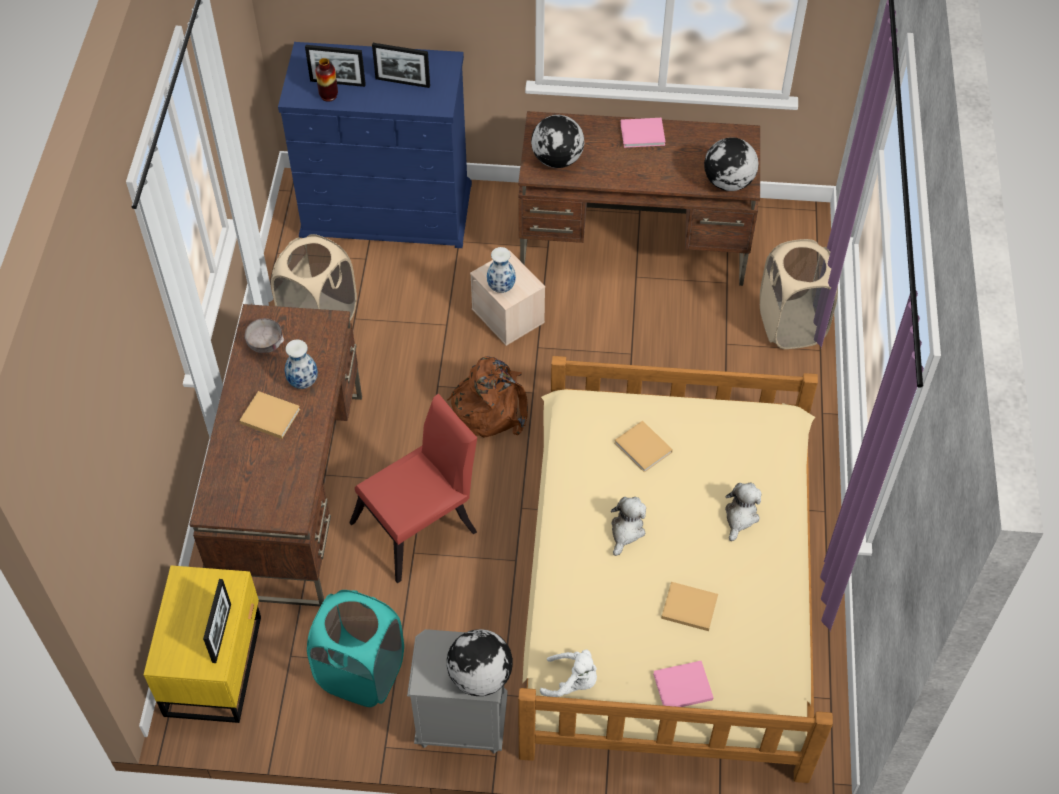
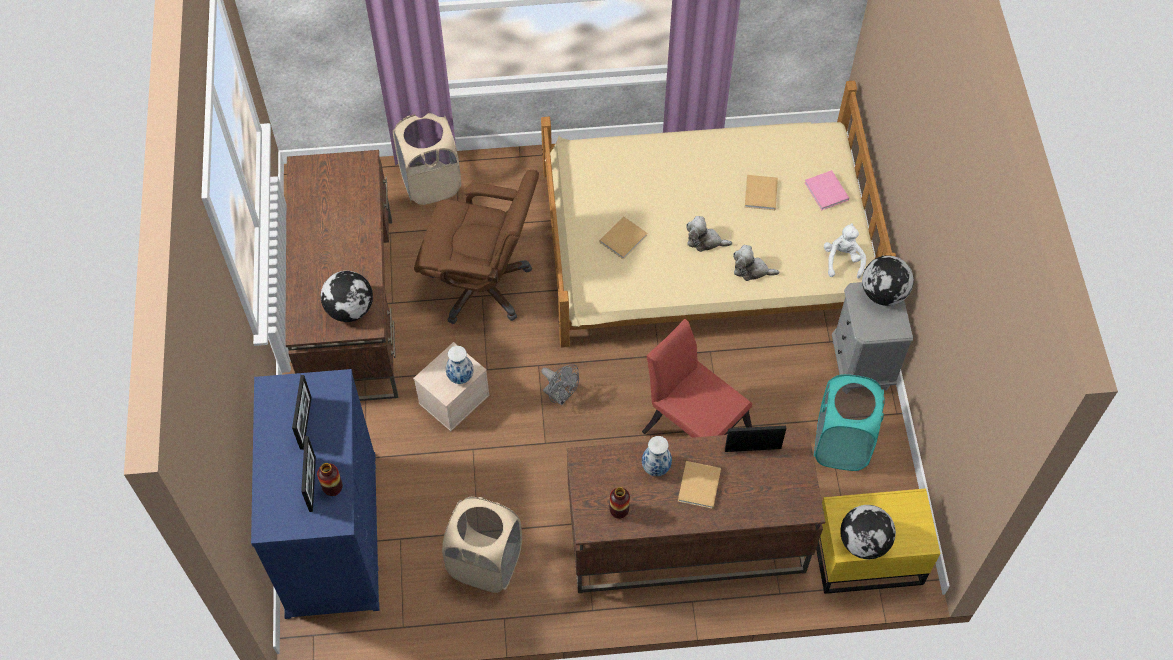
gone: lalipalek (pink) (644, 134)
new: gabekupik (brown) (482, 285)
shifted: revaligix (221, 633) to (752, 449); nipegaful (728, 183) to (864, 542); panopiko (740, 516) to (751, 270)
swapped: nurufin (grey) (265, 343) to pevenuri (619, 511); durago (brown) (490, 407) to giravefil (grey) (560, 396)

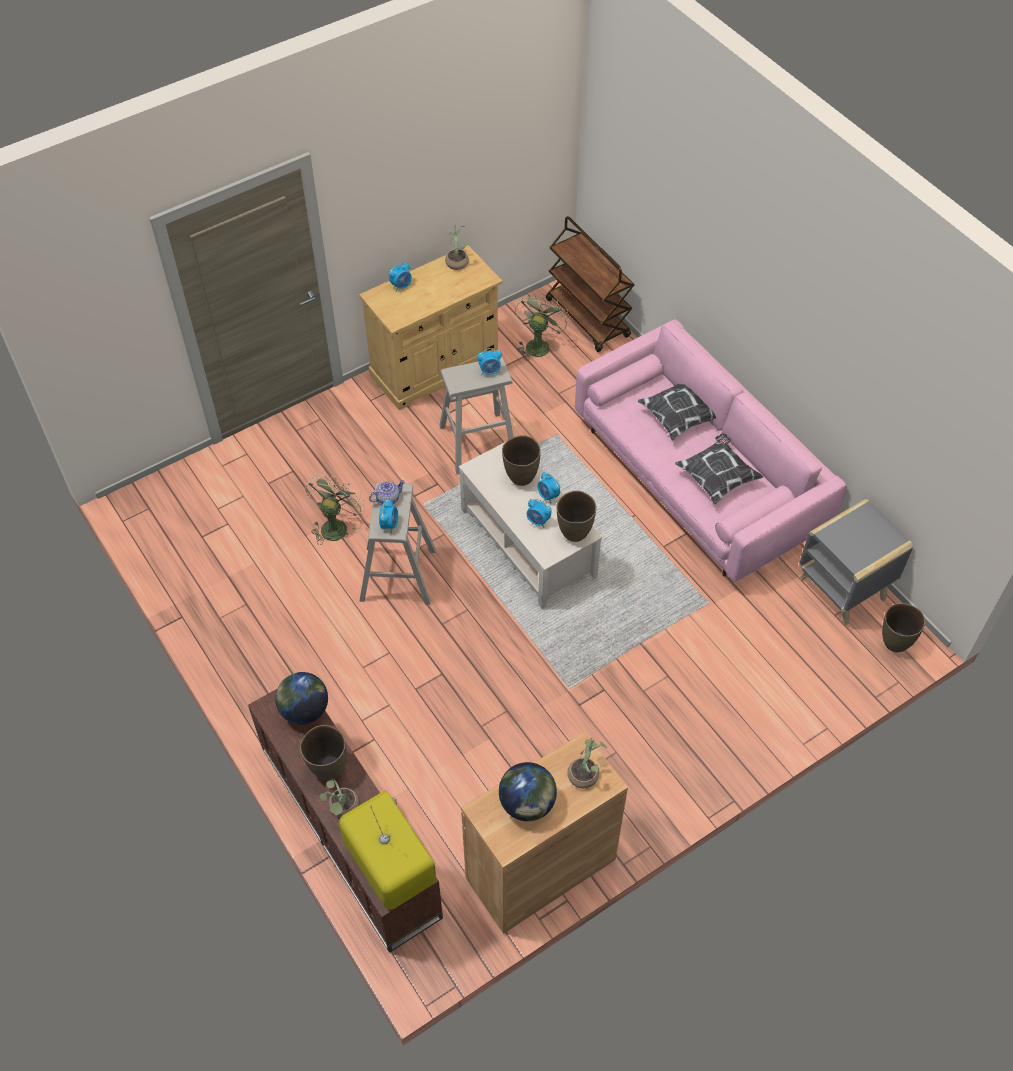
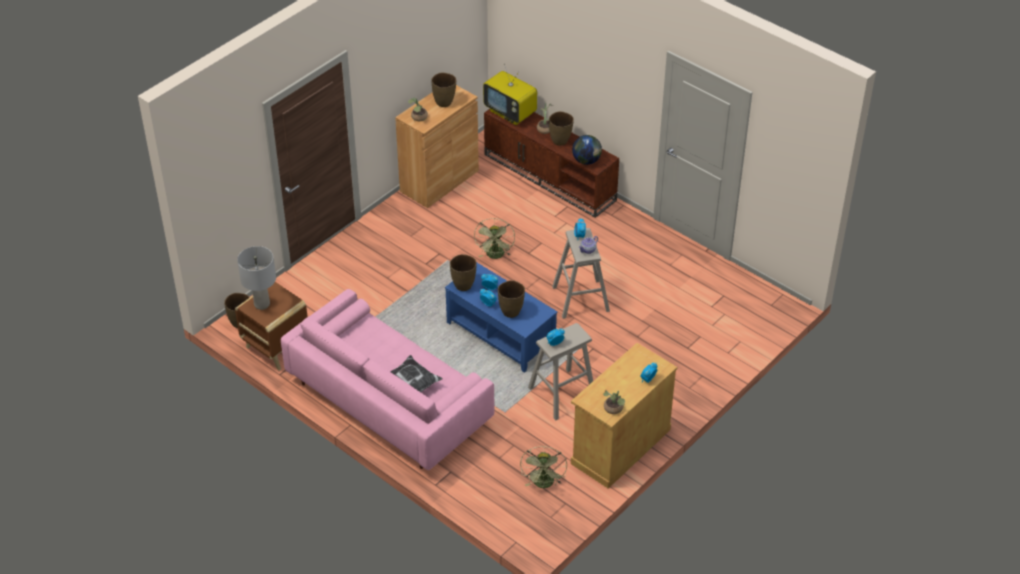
gone: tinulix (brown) (588, 318); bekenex (717, 477)
new: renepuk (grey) (261, 304)
shifted: giravefil (green) (335, 525) to (495, 256)
swapped: nipegaful (527, 804) to pevenuri (brown) (444, 102)
repainted: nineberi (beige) (528, 543) to nineberi (blue) (500, 334); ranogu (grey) (844, 589) to ranogu (brown) (275, 348)

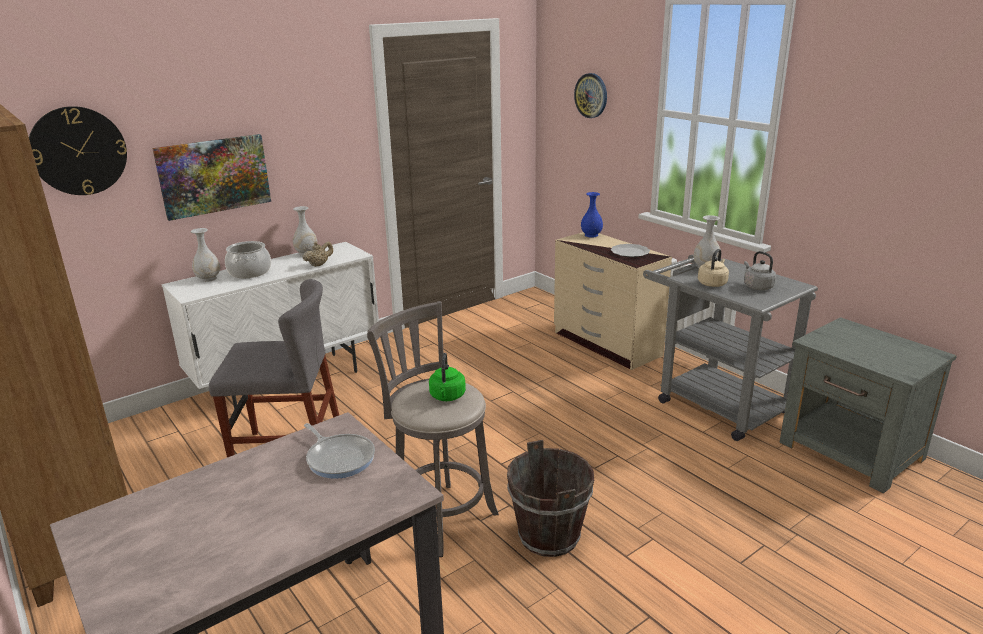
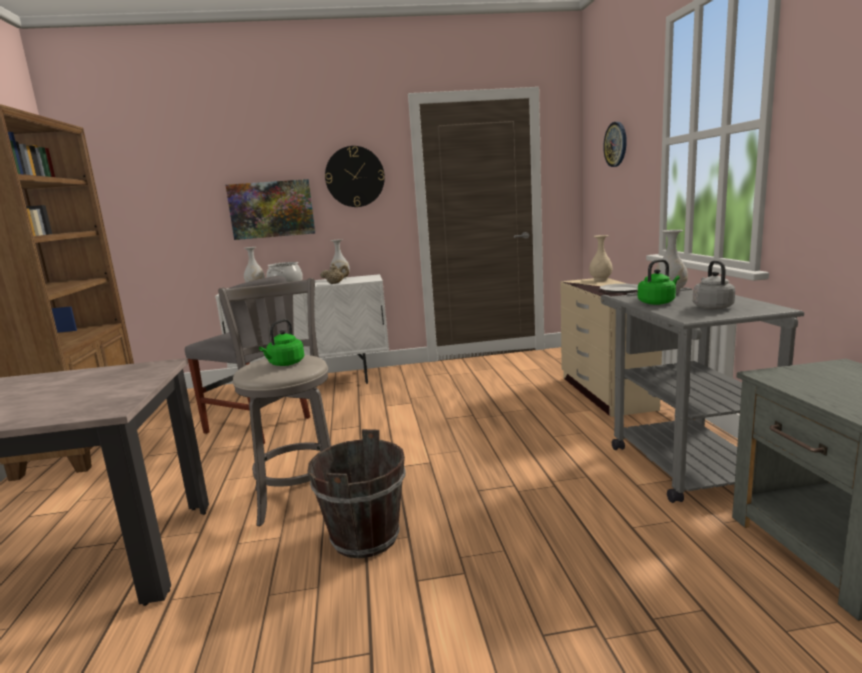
gone: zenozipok (339, 458)
shifted: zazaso (78, 151) to (355, 176)
repainted: pevenuri (blue) (591, 235) to pevenuri (beige) (601, 279); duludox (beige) (712, 283) to duludox (green) (657, 302)

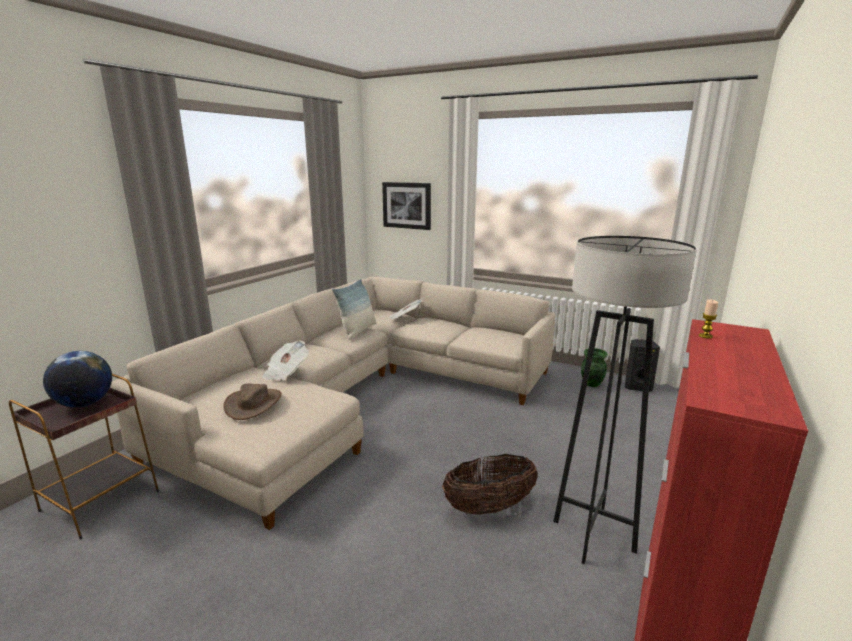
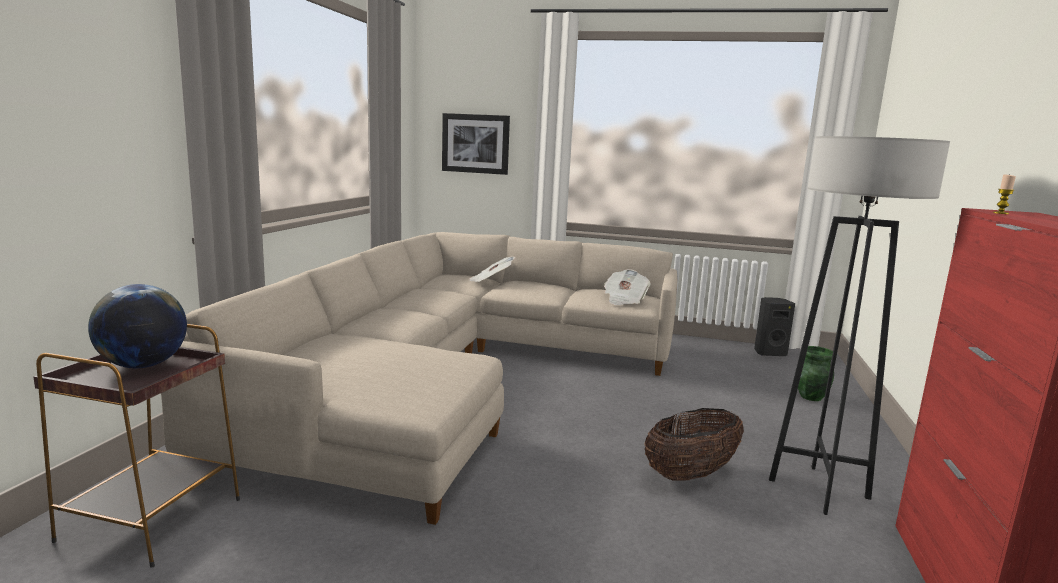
gone: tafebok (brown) (253, 404); bekenex (357, 331)
shifted: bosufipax (285, 372) to (624, 300); pevenuri (green) (592, 384) to (811, 397)

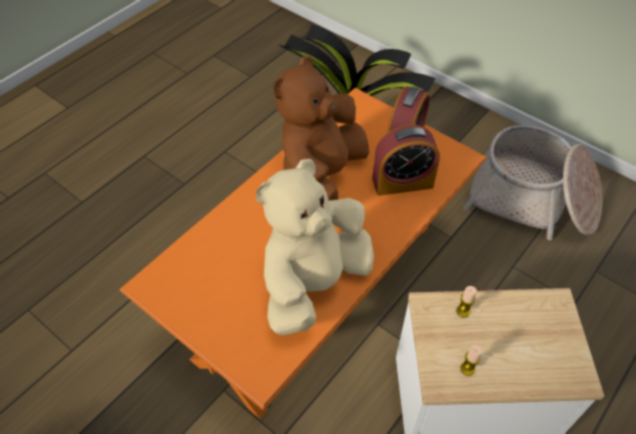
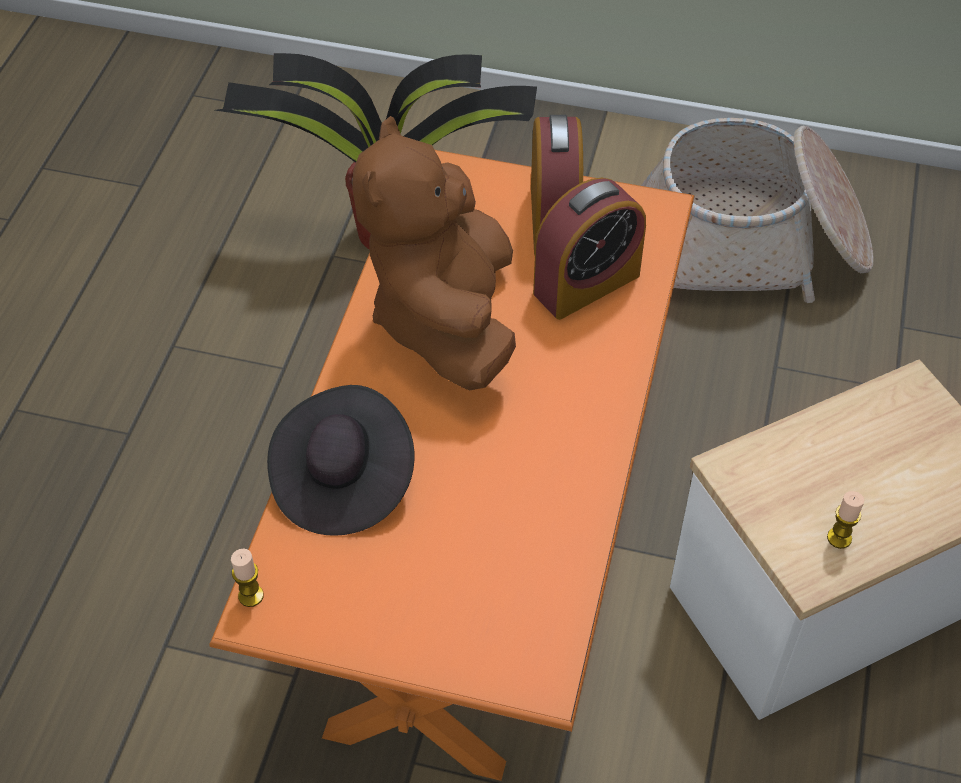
gone: panopiko (beige) (313, 282)
new: tafebok (black) (342, 481)
shifted: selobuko (463, 311) to (251, 595)

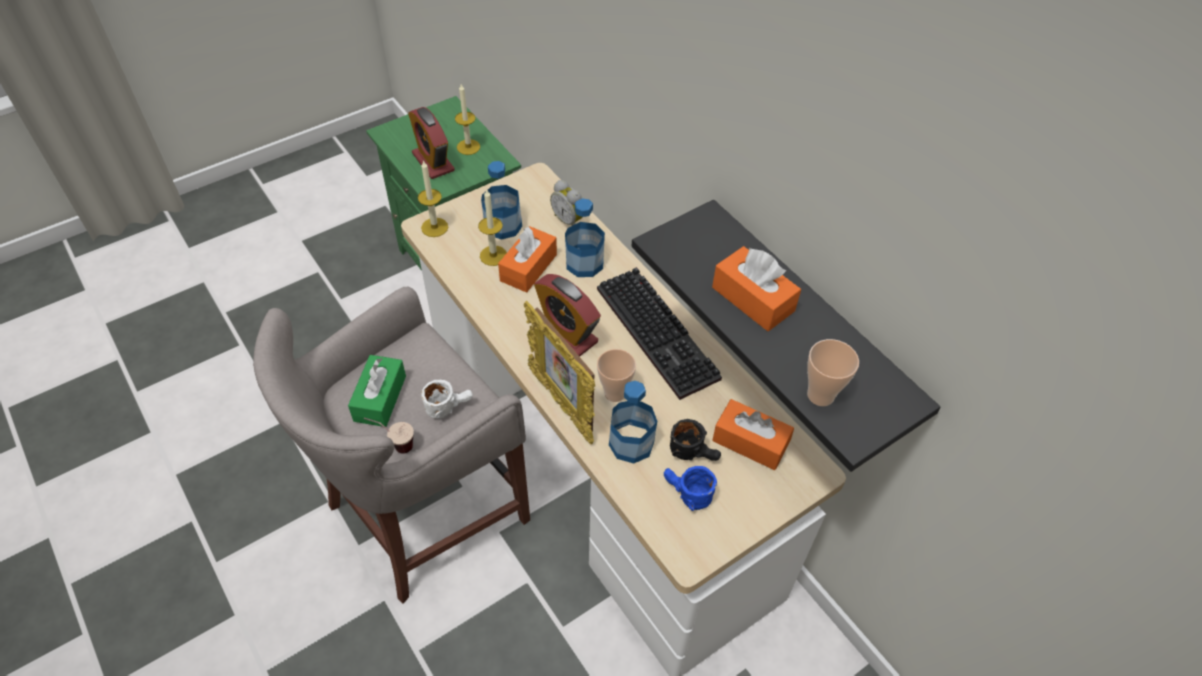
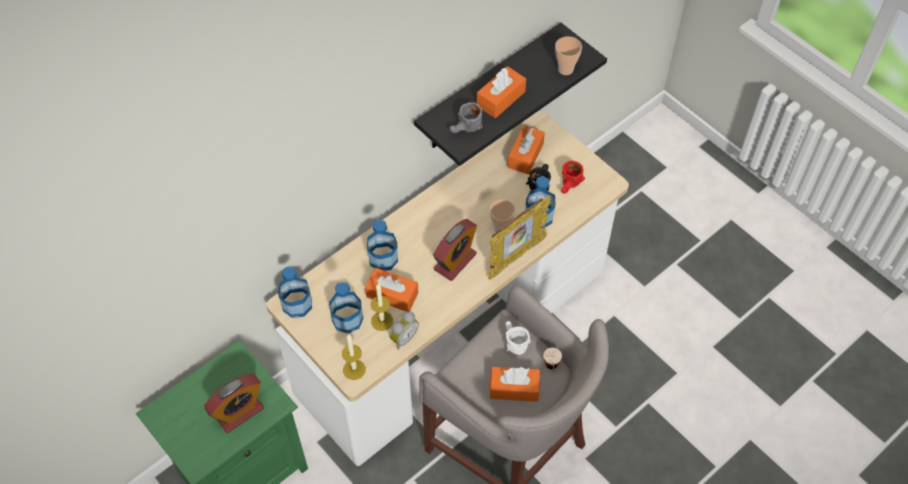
gone: selobuko (468, 147); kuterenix (661, 334)
new: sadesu (297, 304); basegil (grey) (466, 130)
shifted: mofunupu (569, 220) to (403, 338)
repainted: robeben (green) (380, 398) to robeben (orange) (514, 388); basegil (blue) (685, 495) to basegil (red) (570, 186)

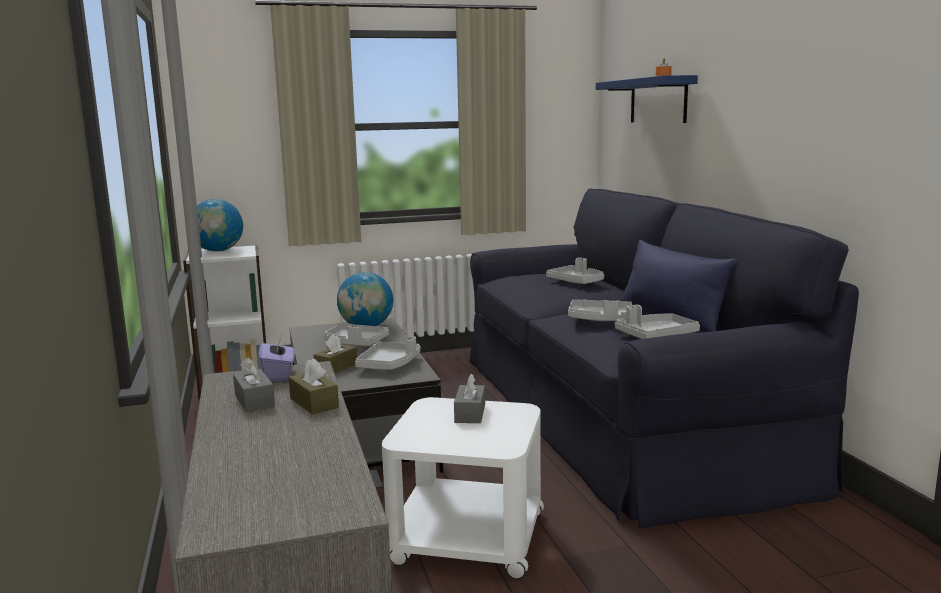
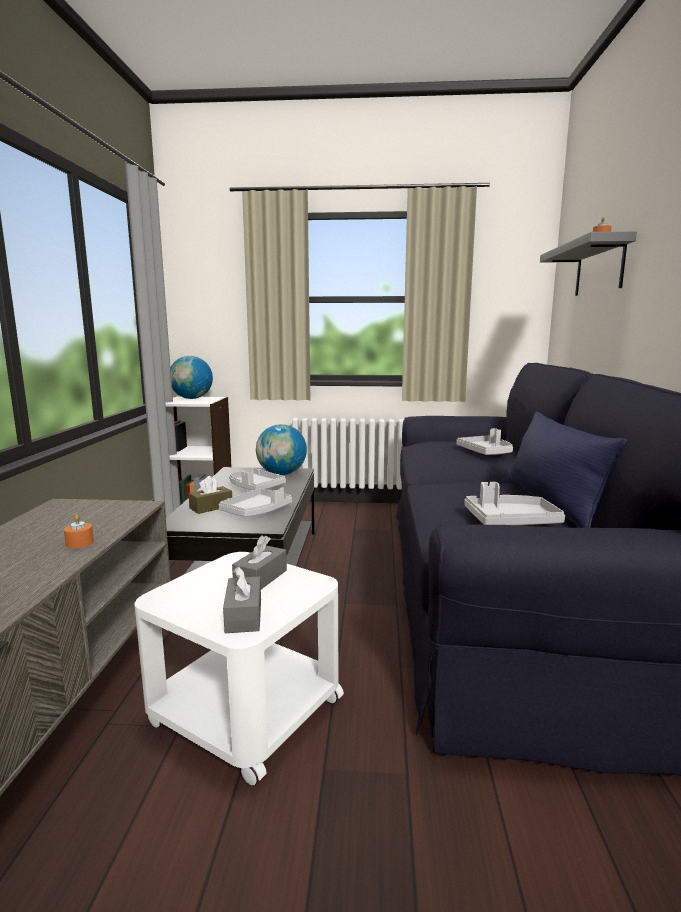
gone: robeben (purple) (278, 375); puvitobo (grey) (600, 320)
shifted: robeben (grey) (254, 401) to (243, 615)
swapped: robeben (brown) (314, 403) to selobuko (orange) (79, 543)
repainted: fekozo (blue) (658, 101) to fekozo (grey) (599, 268)

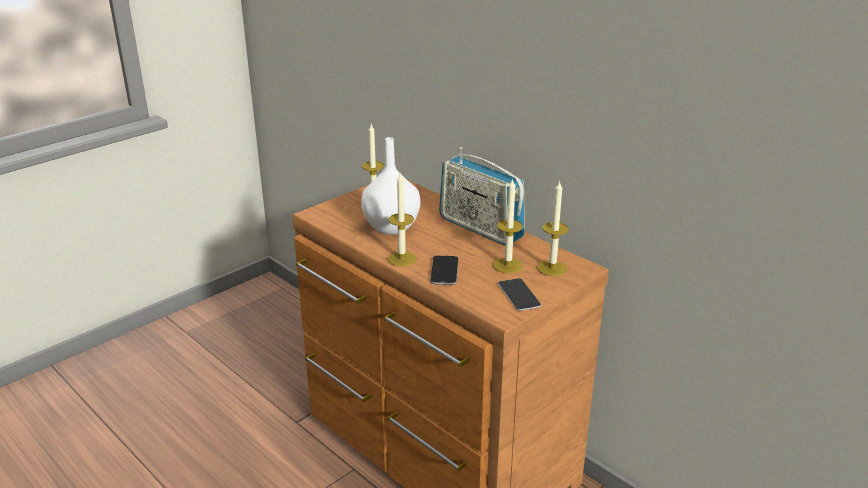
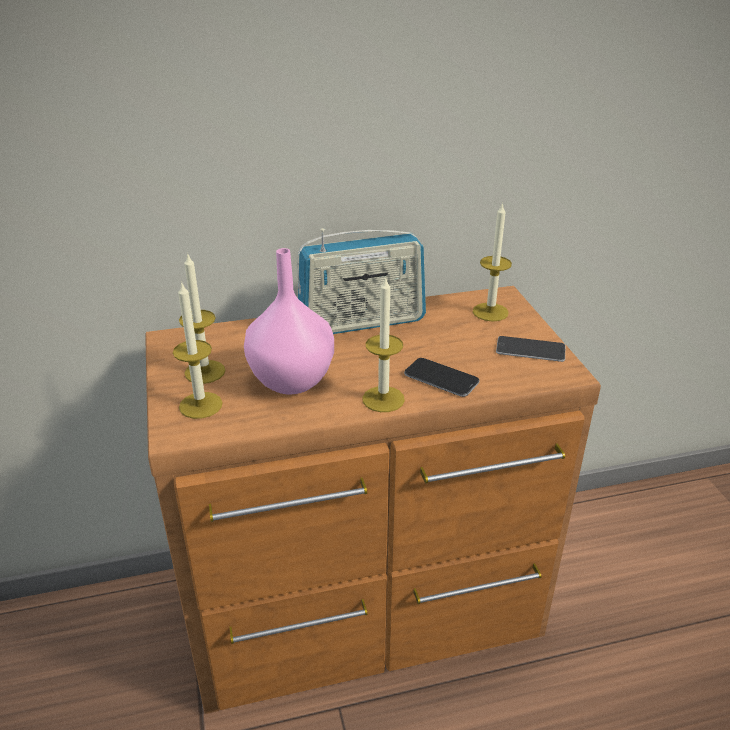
shifted: selobuko (508, 265) to (200, 405)
repainted: pevenuri (white) (390, 227) to pevenuri (pink) (290, 381)

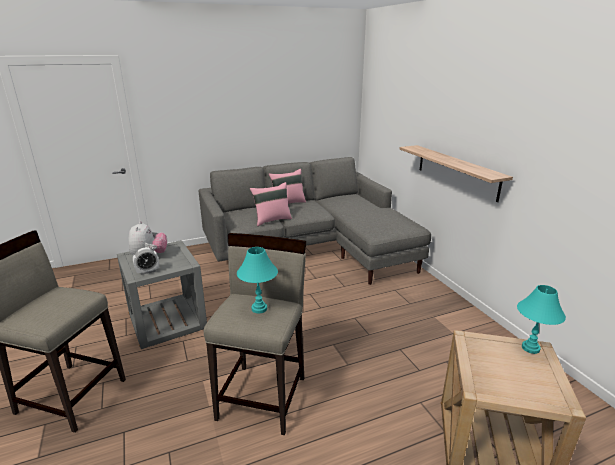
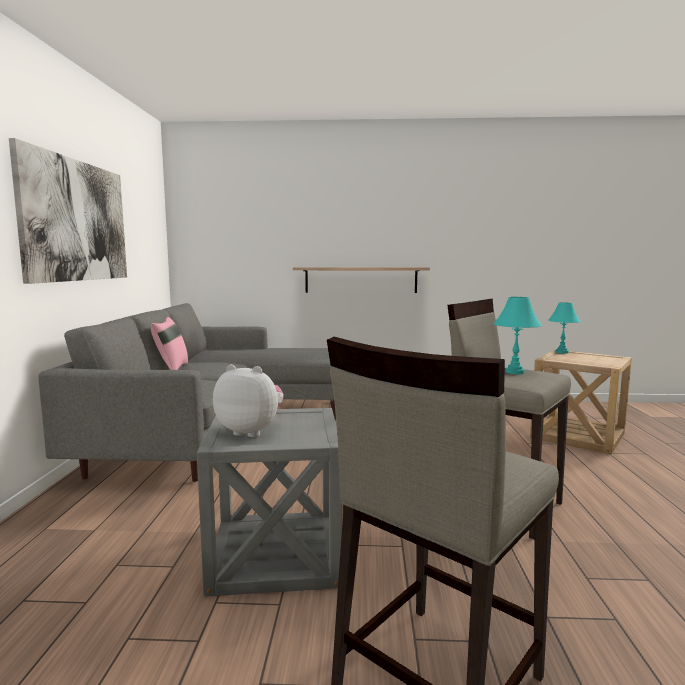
gone: mofunupu (148, 271); bekenex (pink) (272, 220)
new: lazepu (76, 221)

